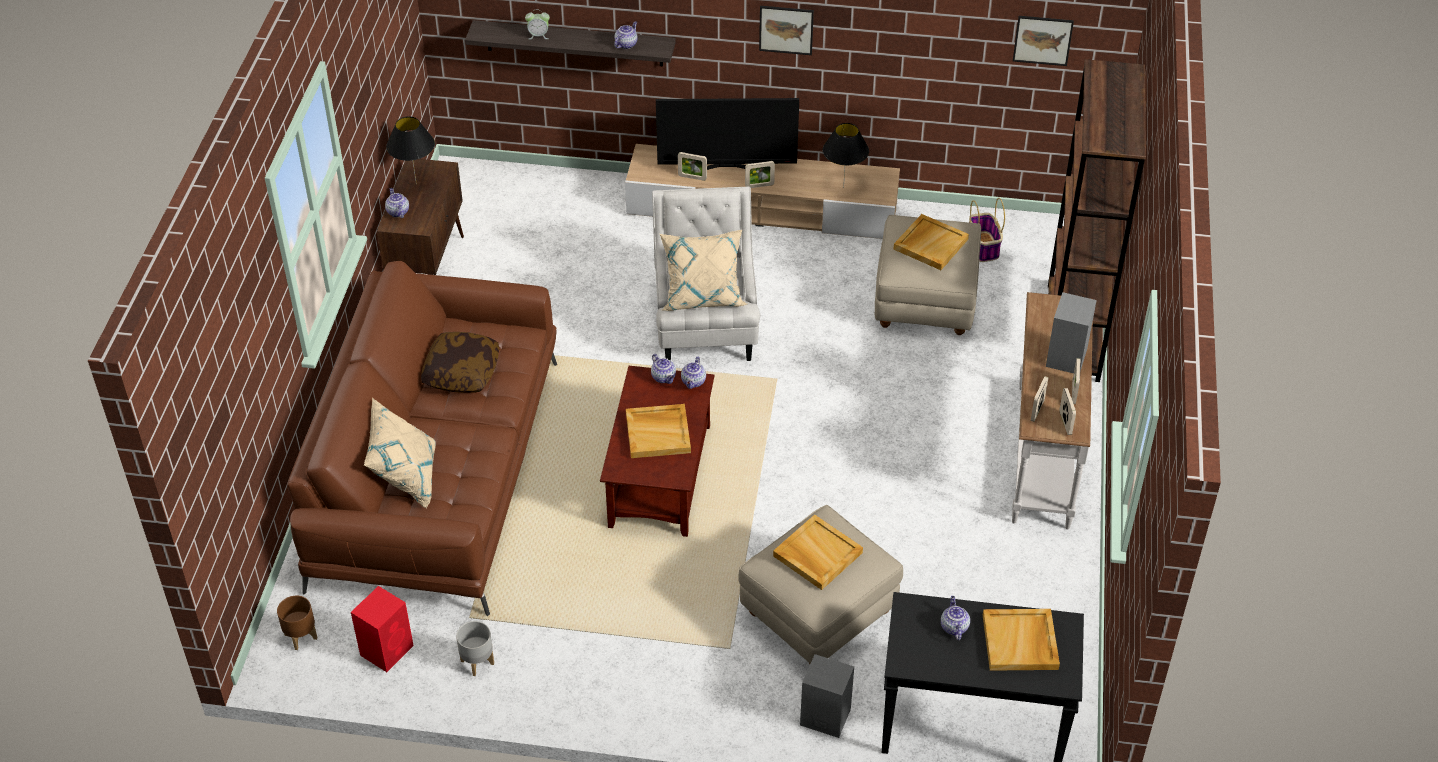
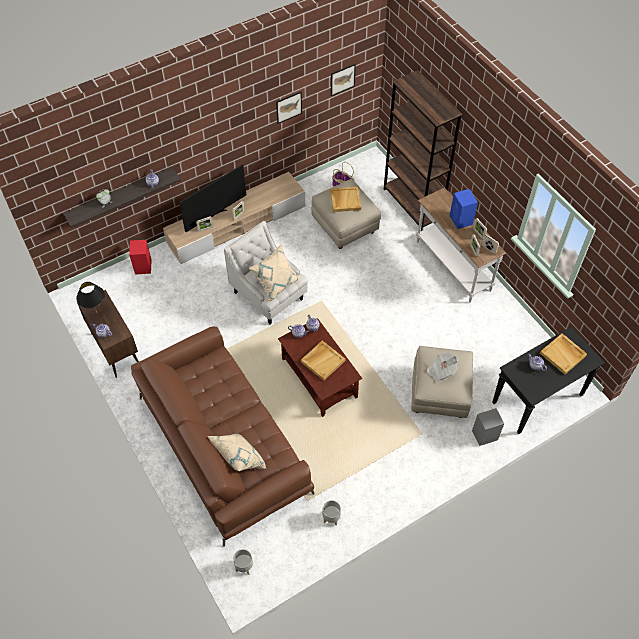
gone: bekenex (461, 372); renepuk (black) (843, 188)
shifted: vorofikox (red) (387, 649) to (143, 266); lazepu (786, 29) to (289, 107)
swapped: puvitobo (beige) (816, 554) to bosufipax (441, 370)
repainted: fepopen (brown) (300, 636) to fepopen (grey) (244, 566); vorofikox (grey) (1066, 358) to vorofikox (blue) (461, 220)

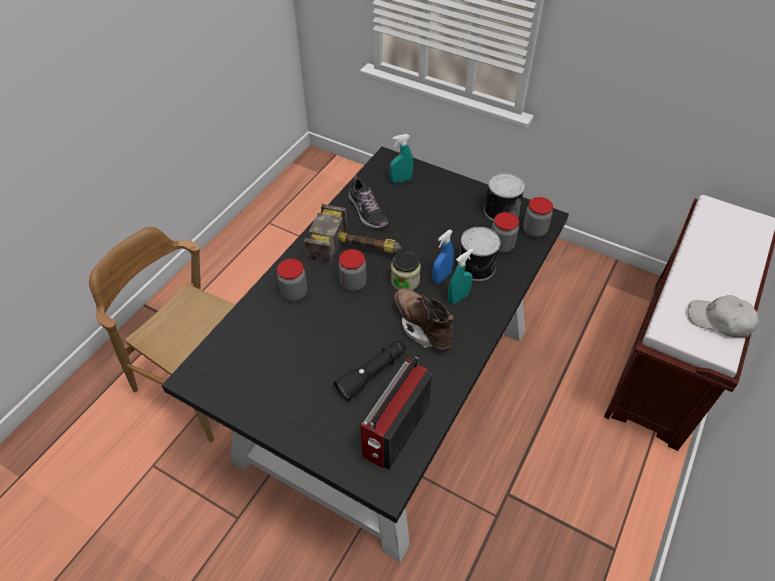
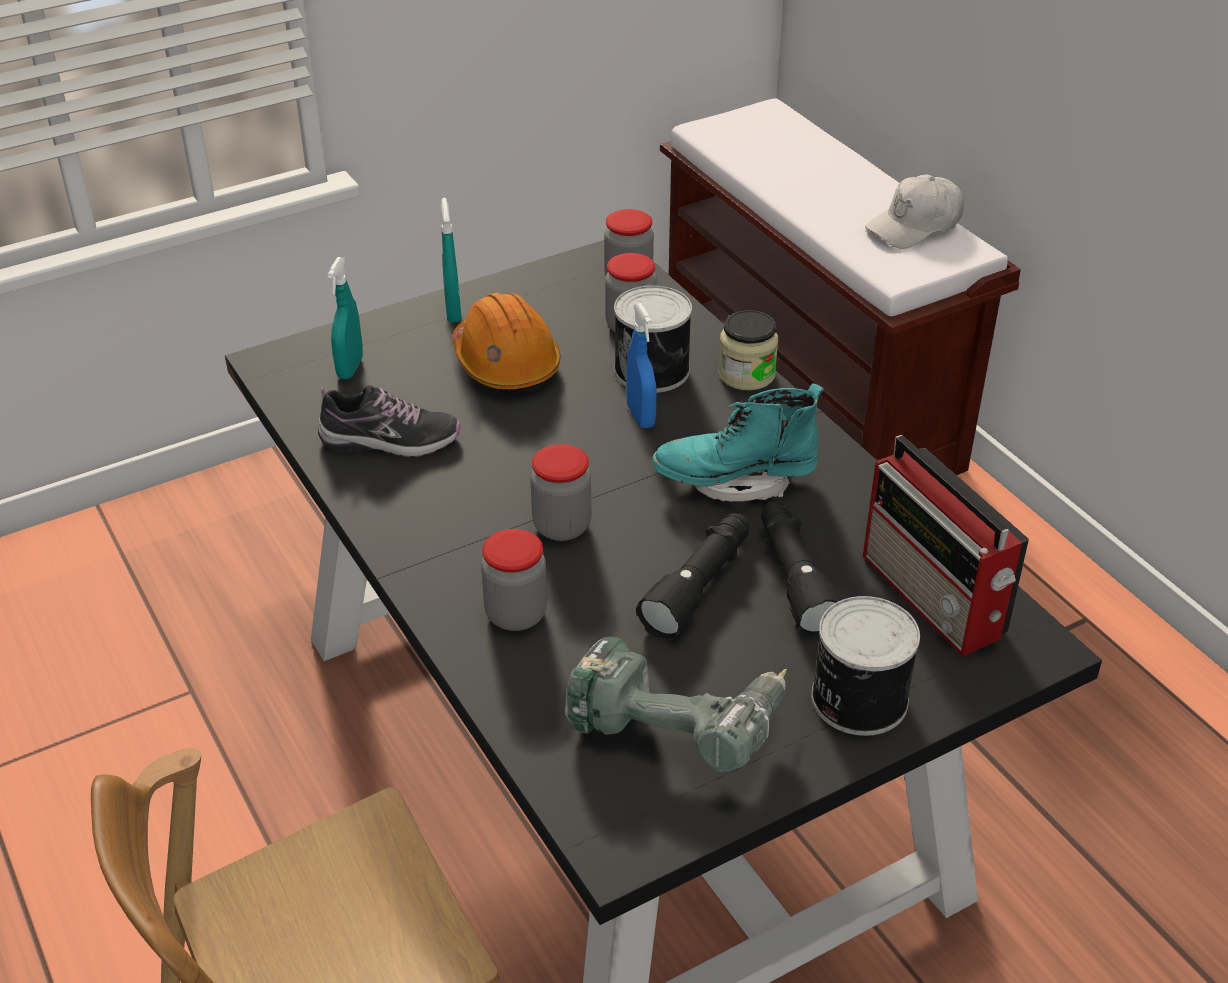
gone: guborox (358, 249)
new: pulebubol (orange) (506, 363); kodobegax (678, 725); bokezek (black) (699, 586)
shifted: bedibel (405, 281) to (746, 374); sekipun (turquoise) (458, 297) to (453, 311); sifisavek (501, 210) to (856, 699)
repainted: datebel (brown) (423, 327) to datebel (turquoise) (735, 481)

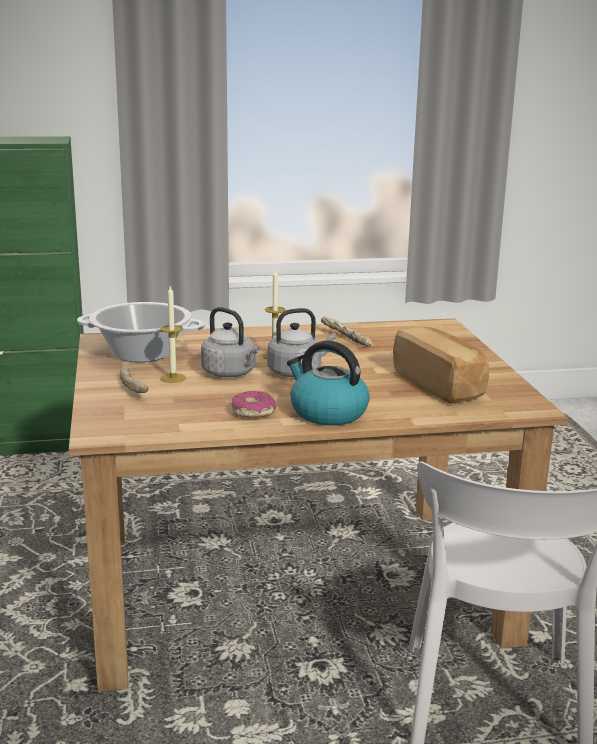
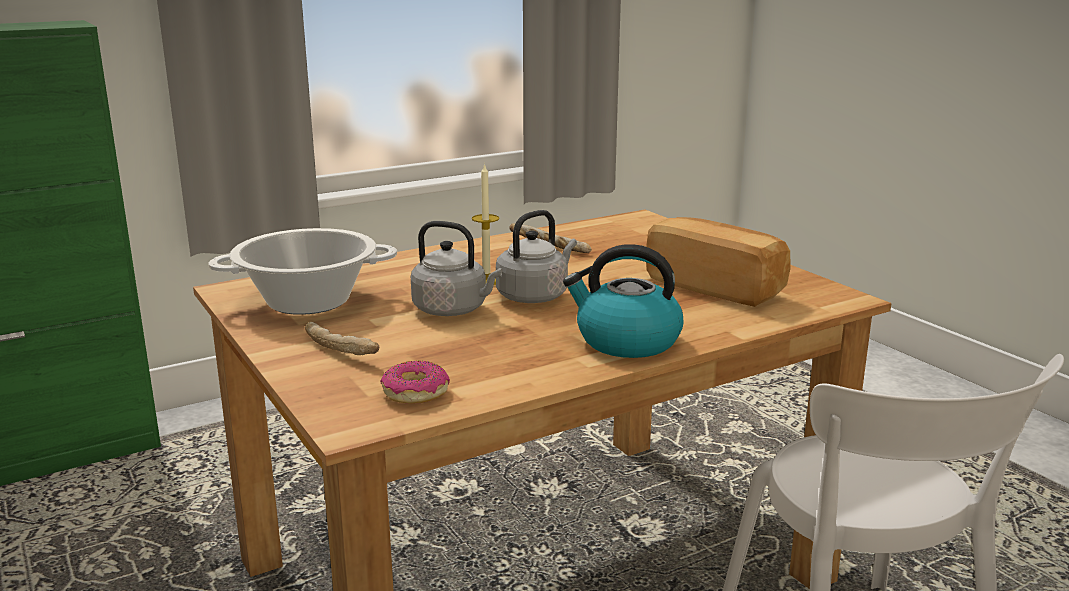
gone: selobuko (173, 378)
shifted: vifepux (253, 412) to (415, 393)

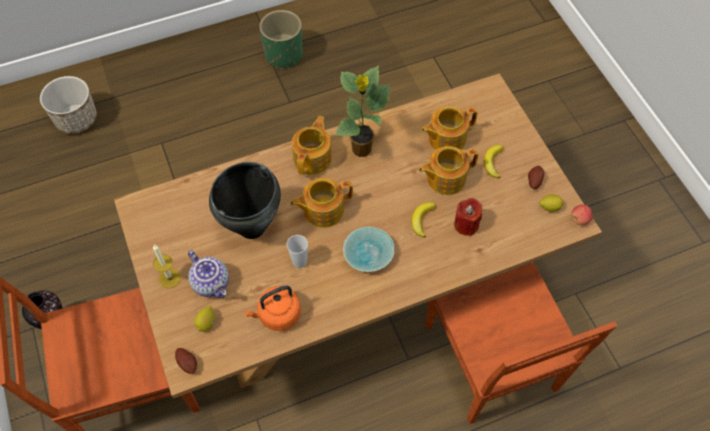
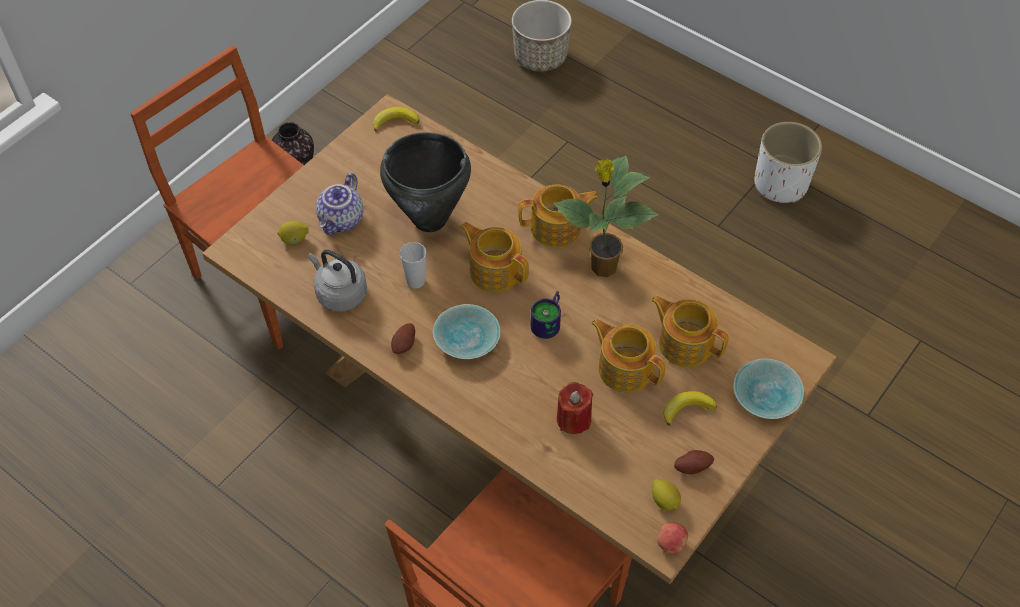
gone: selobuko (169, 278)
new: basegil (550, 322); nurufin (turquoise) (767, 397)
shifted: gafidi (187, 363) to (405, 345); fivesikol (422, 220) to (395, 121)
repainted: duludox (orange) (277, 315) to duludox (grey) (339, 293); fepopen (green) (284, 55) to fepopen (white) (780, 184)

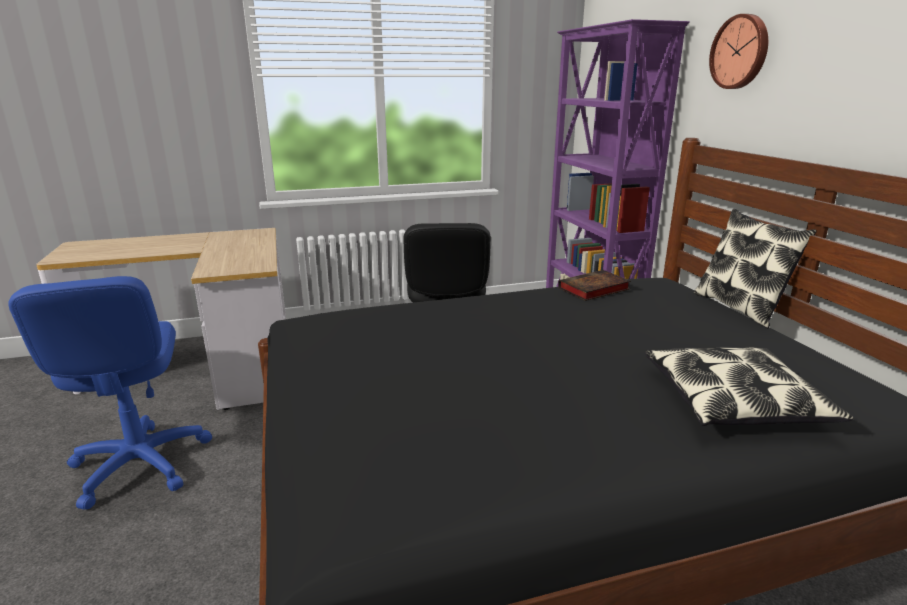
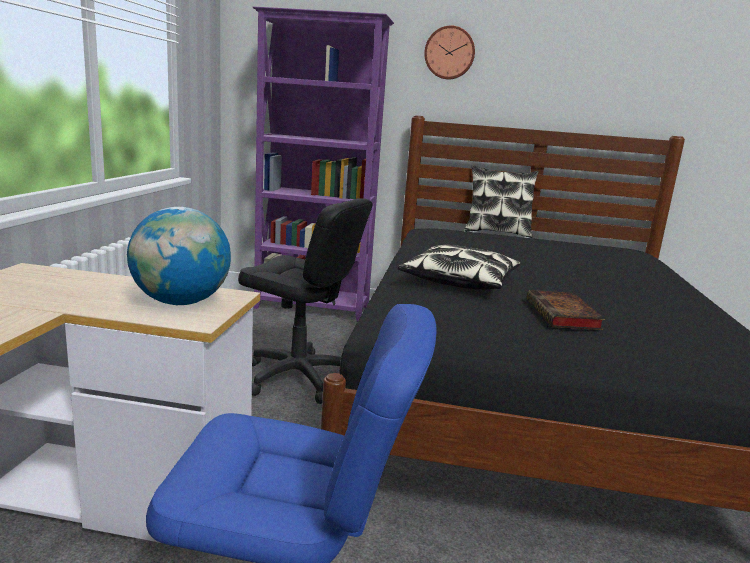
new: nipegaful (181, 302)
shifted: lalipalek (593, 289) to (564, 315); bekenex (733, 401) to (460, 281)

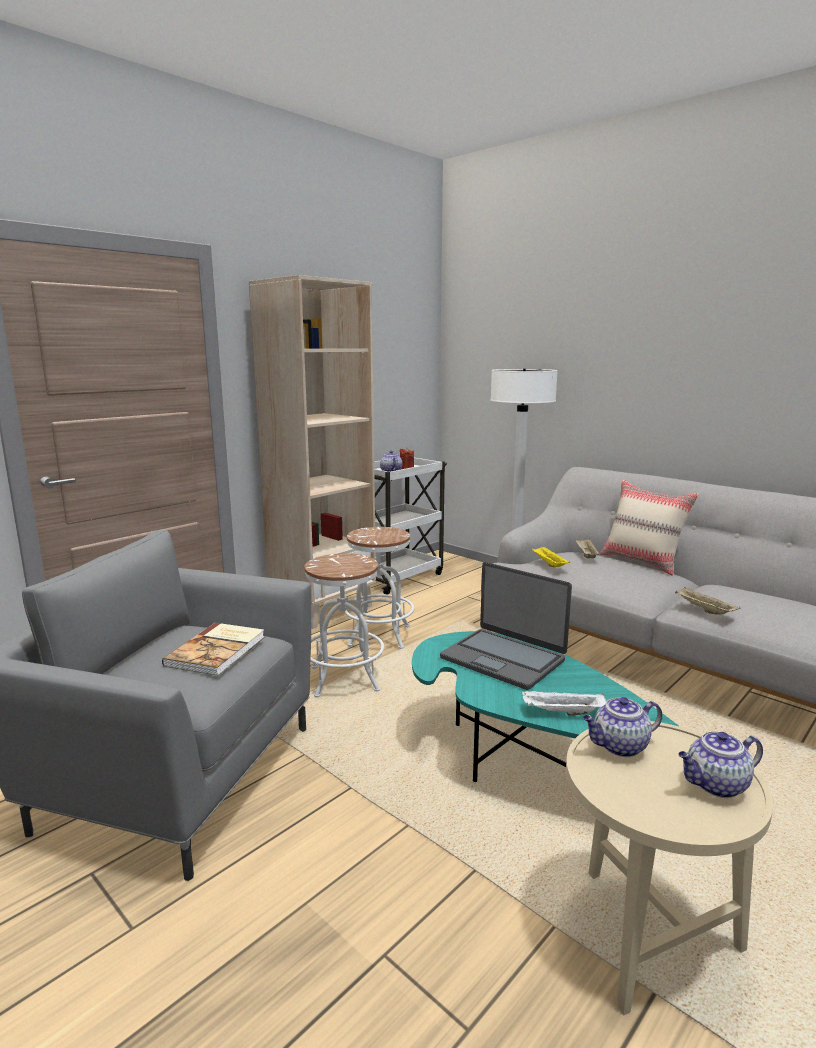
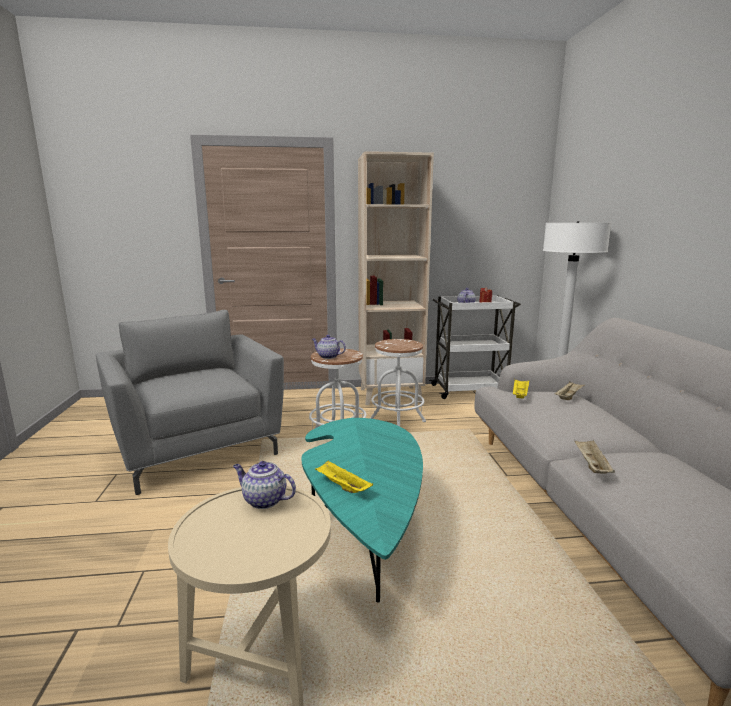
gone: lalipalek (218, 651); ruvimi (503, 659); bekenex (beige) (642, 562)
shifted: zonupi (716, 785) to (328, 356)
repainted: puvitobo (white) (562, 713) to puvitobo (yellow) (342, 486)

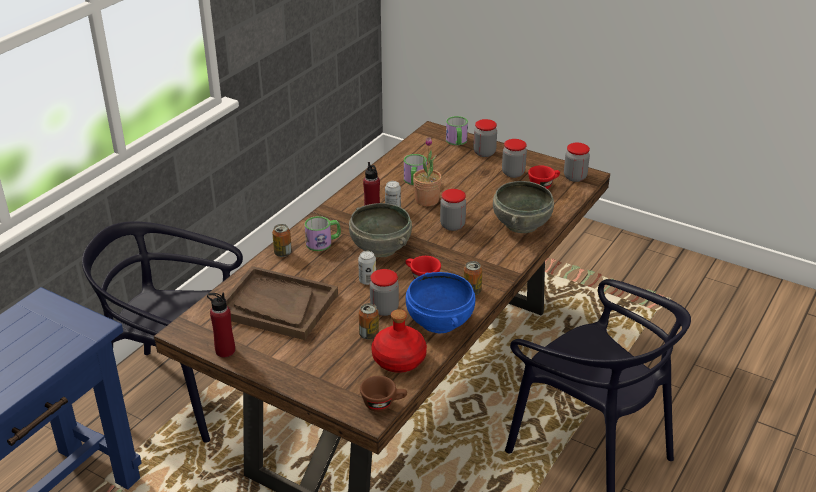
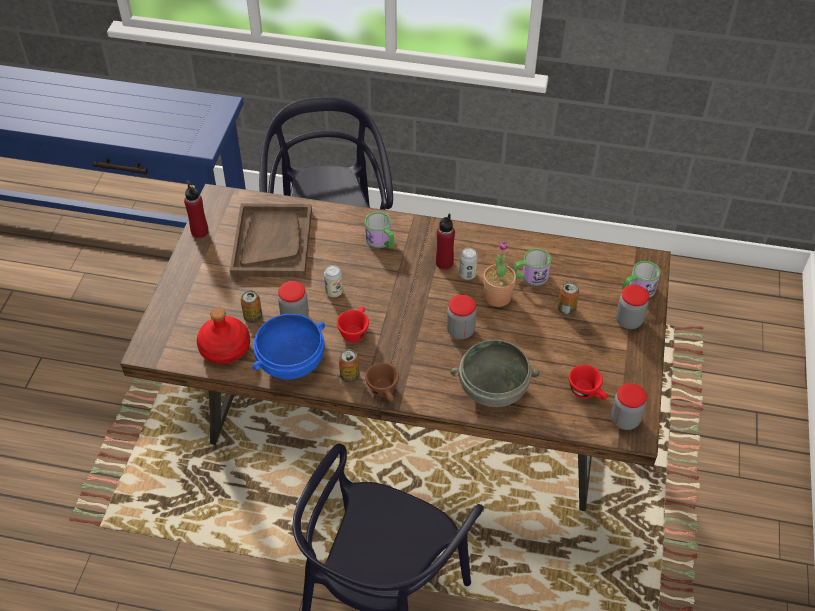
gone: nurufin (grey) (379, 248); bedibel (513, 173)
shifted: sifisavek (283, 253) to (566, 308); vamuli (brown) (383, 403) to (384, 392)

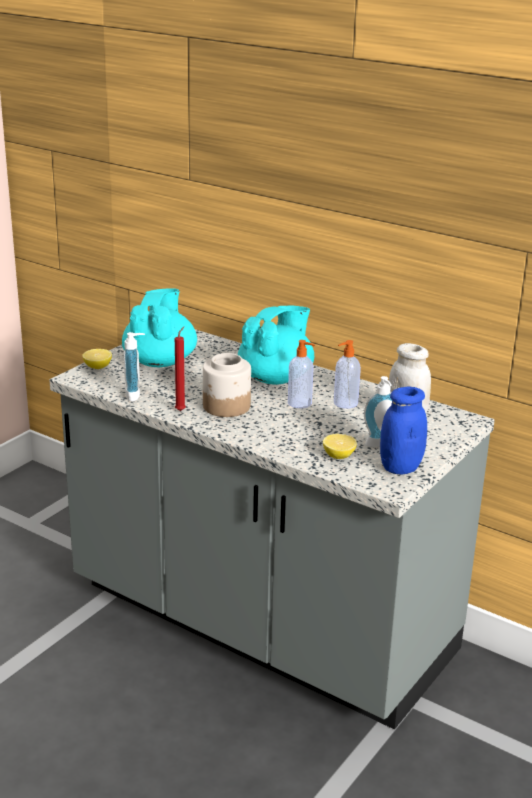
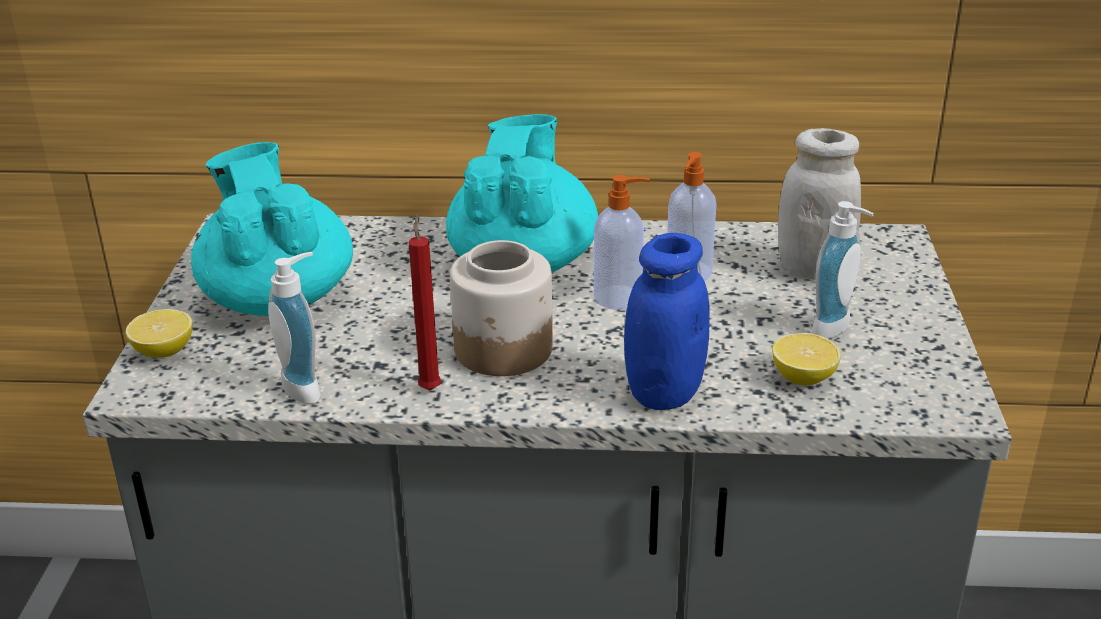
shifted: bedibel (blue) (400, 467) to (664, 393)

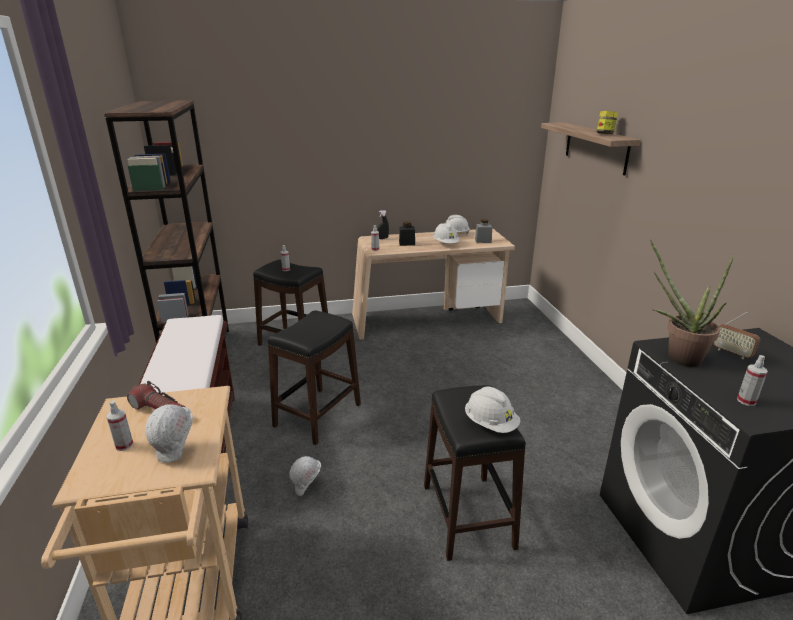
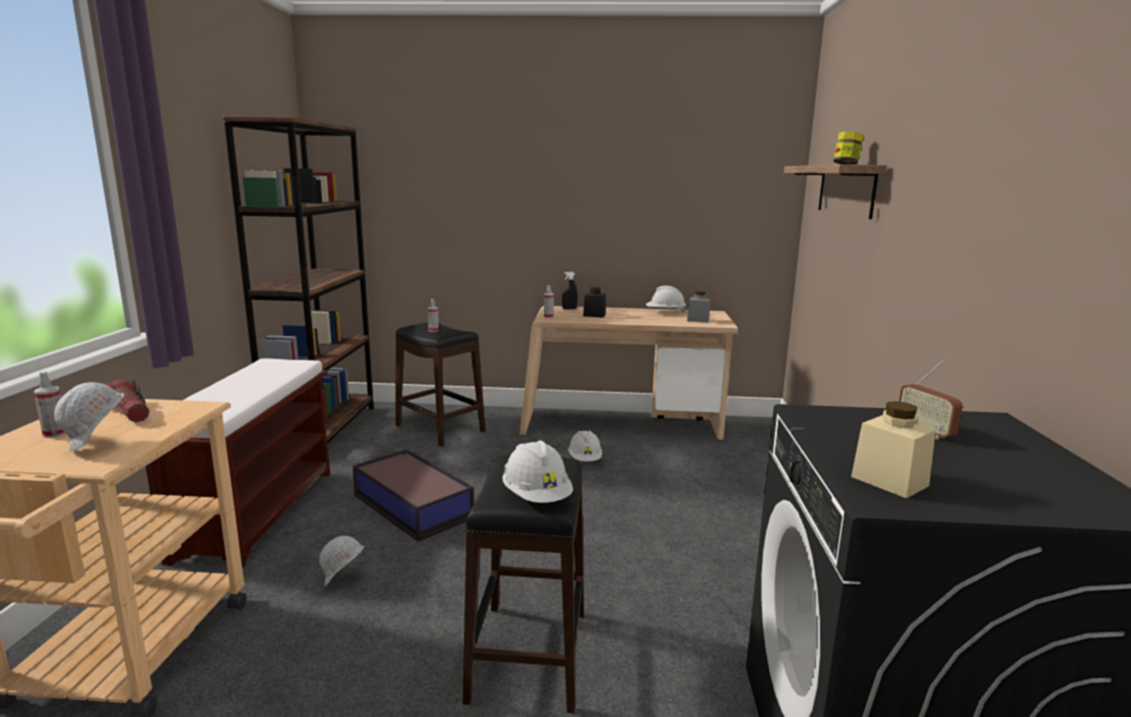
gone: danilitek (676, 356)
shifted: pulebubol (white) (445, 244) to (585, 459)
swapped: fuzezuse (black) (317, 415) to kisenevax (412, 505); sekipun (746, 401) to bedibel (beige) (889, 481)

